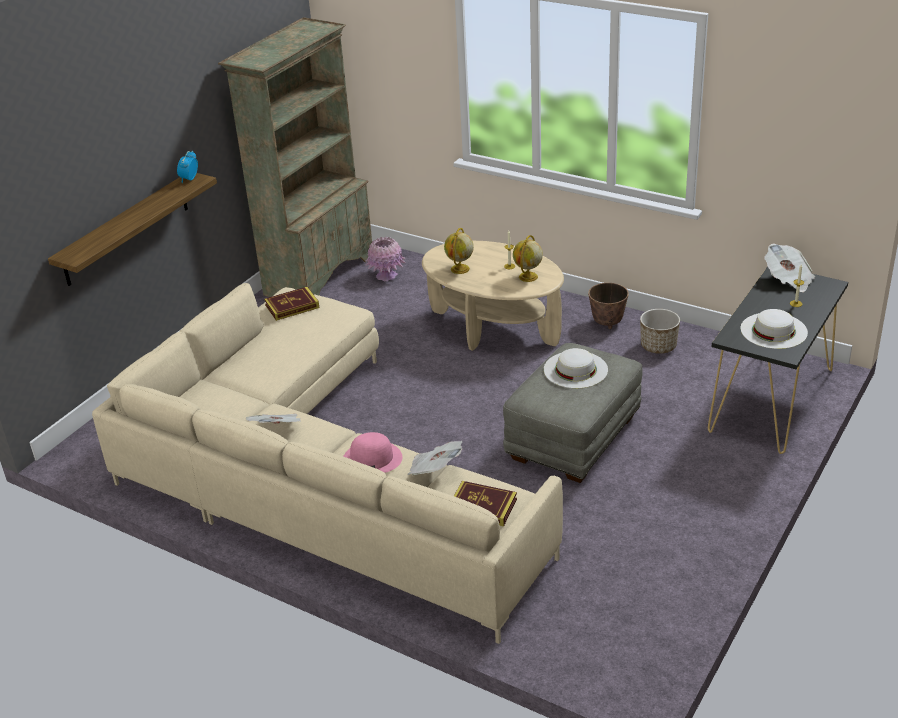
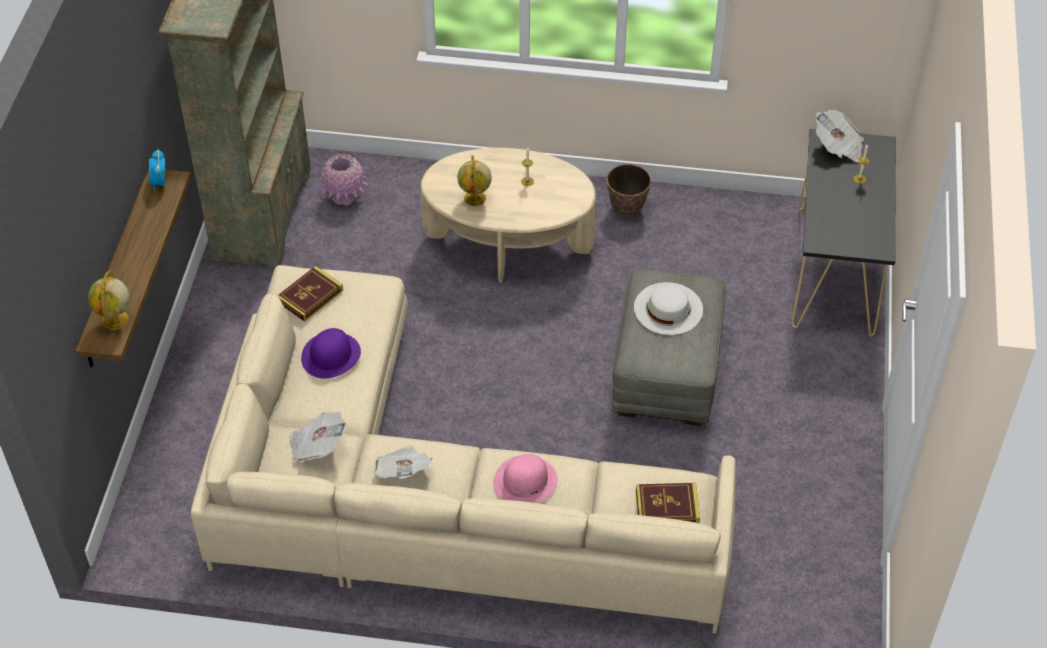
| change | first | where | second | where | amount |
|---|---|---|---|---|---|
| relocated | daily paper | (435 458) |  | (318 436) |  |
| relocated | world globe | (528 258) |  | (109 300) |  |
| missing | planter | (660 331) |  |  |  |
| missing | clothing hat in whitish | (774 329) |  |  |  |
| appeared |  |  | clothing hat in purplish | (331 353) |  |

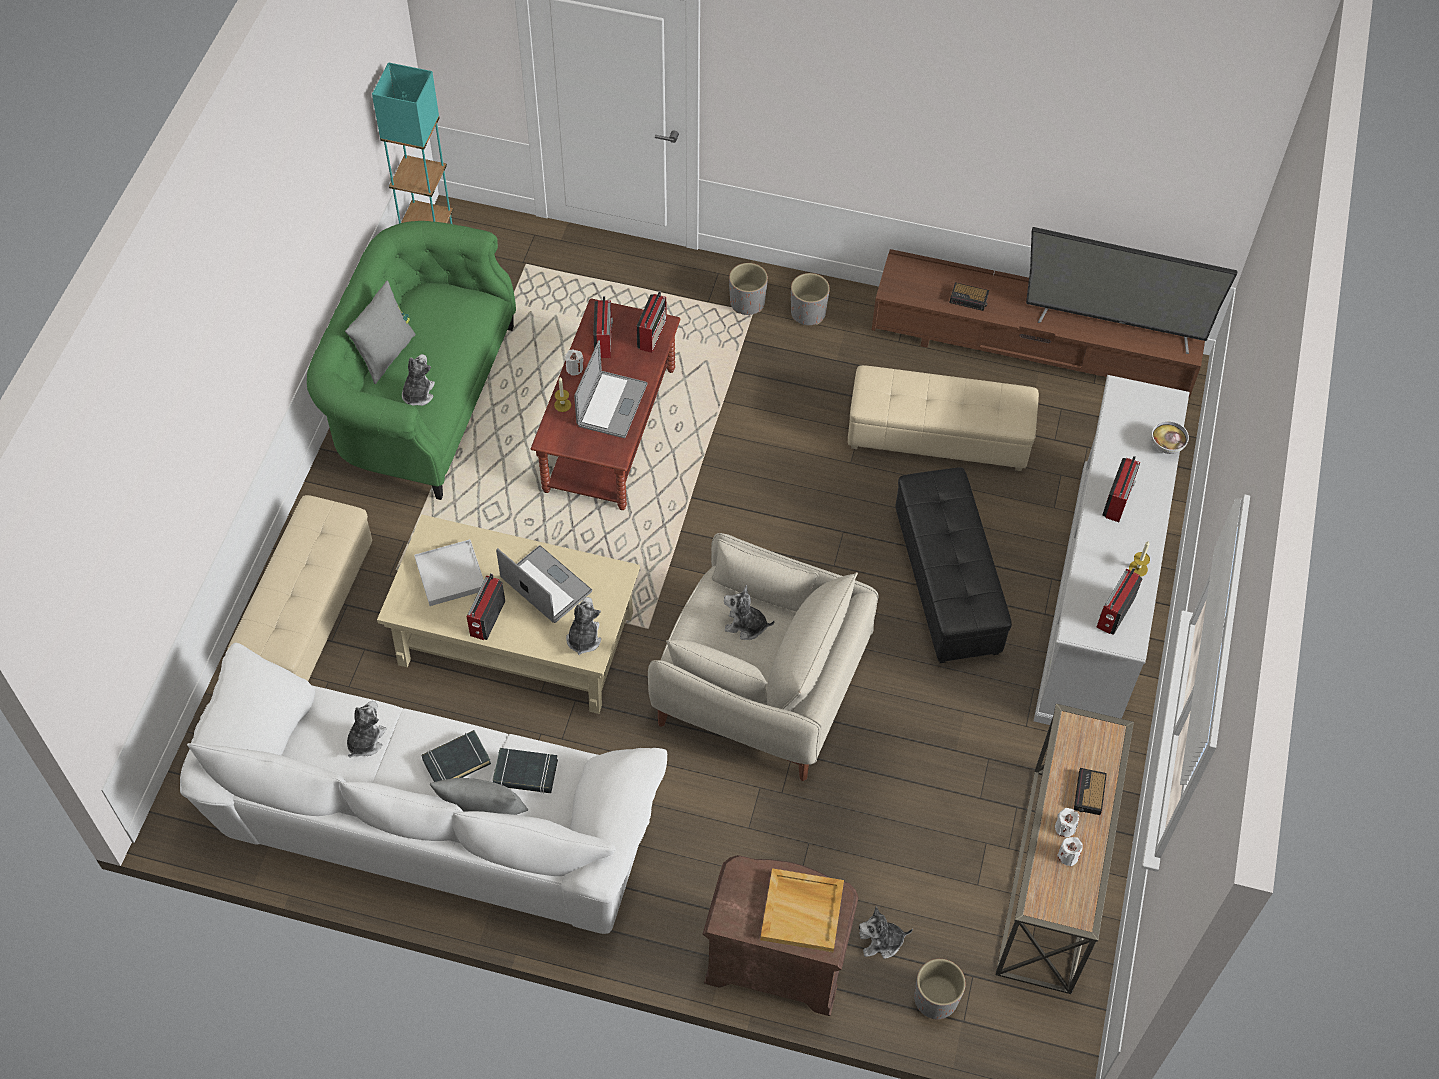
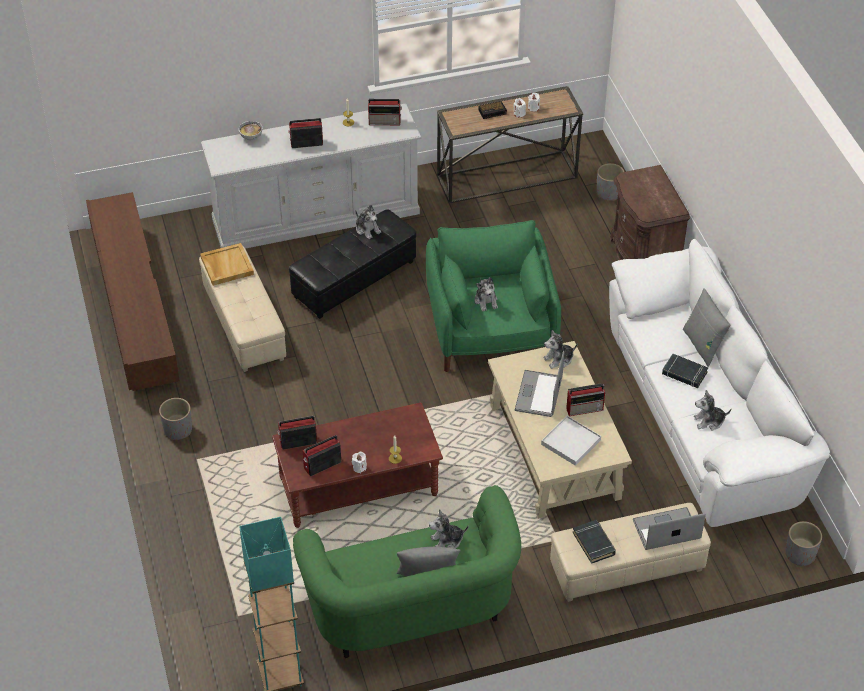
| change | first | where | second | where | amount |
|---|---|---|---|---|---|
| relocated | bound book in black-coloured | (525 771) |  | (594 542) |  |
| relocated | notebook computer | (611 389) |  | (669 528) |  |
| colour | armchair in sand-coloured | (763 657) | armchair in green | (493 296) |  |
| relocated | planter in grey | (748 289) |  | (803 544) |  |
| relocated | carrying tray in sand-coloured | (802 910) |  | (227 264) |  |
| relocated | cuddly toy | (886 932) |  | (368 222) |  |
| missing | alarm clock | (969 296) |  |  |  |
| missing | TV set | (1131 290) |  |  |  |

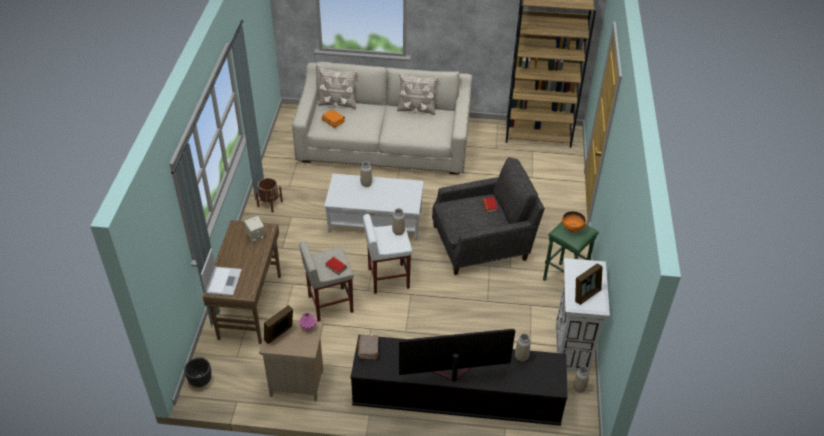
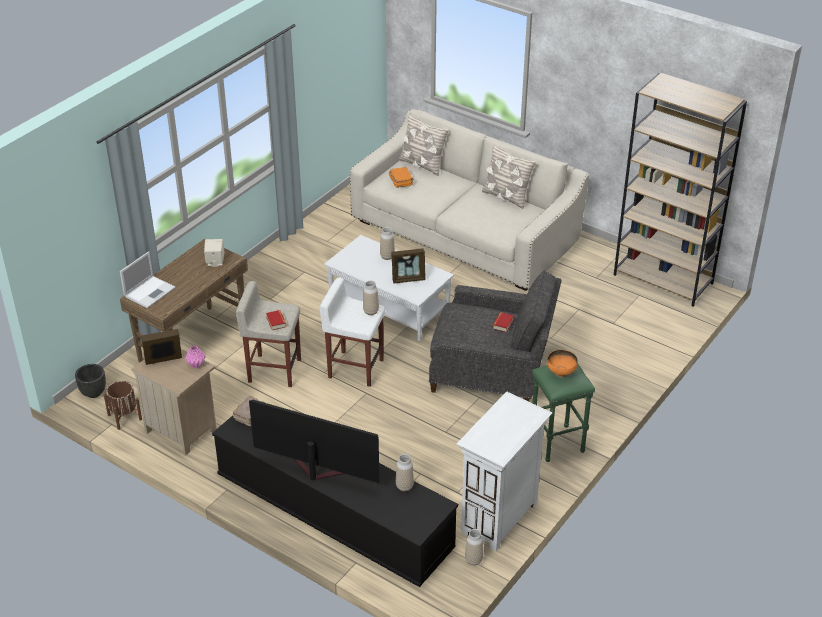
| change | first | where | second | where | amount |
|---|---|---|---|---|---|
| relocated | planter in brown-coloured | (269 195) |  | (123 405) |  |
| relocated | picture frame | (589 284) |  | (408 266) |  |

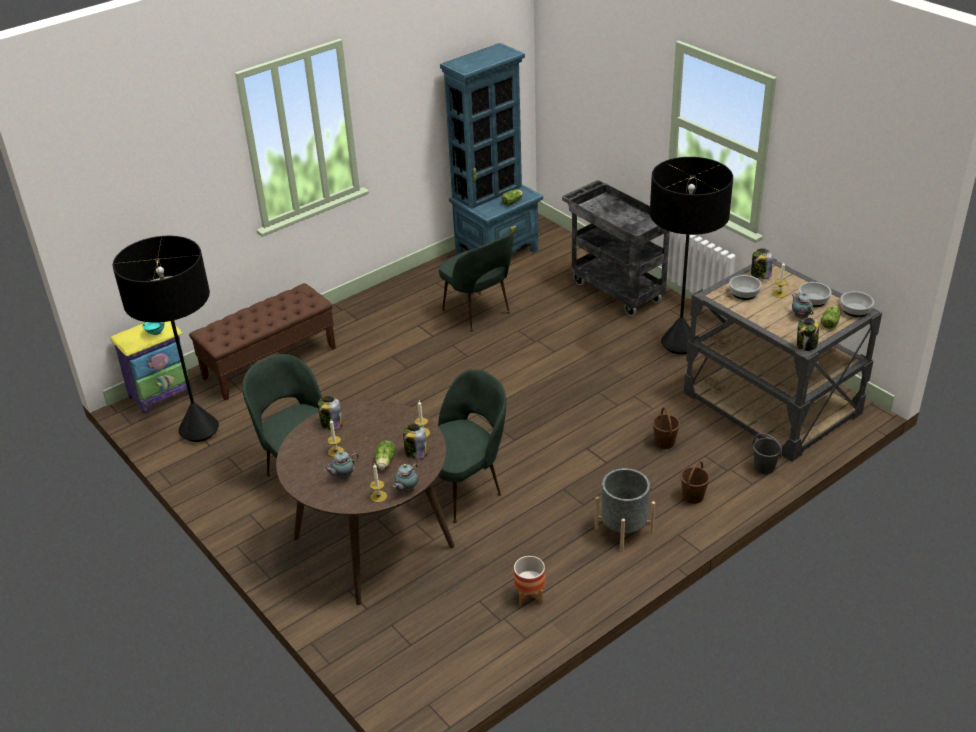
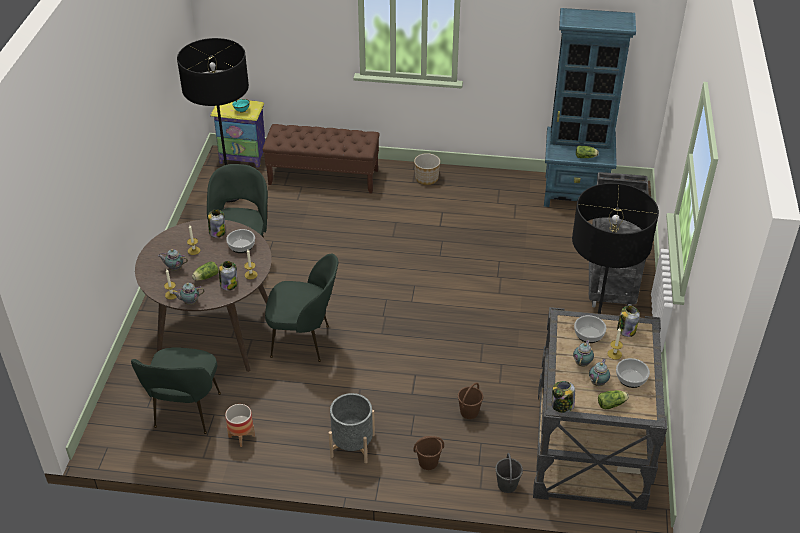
| change | first | where | second | where | amount |
|---|---|---|---|---|---|
| relocated | plain chair in green | (476 282) |  | (176 391) |  |
| relocated | serving bowl | (857 304) |  | (240 241) |  |
| appeared |  |  | planter | (427 169) |  |
| appeared |  |  | tea pot | (583 353) |  |

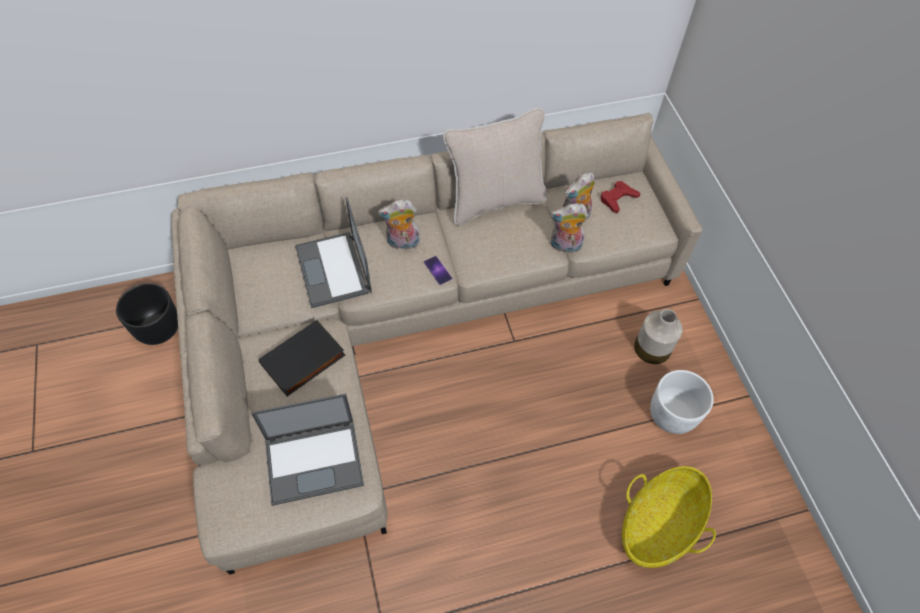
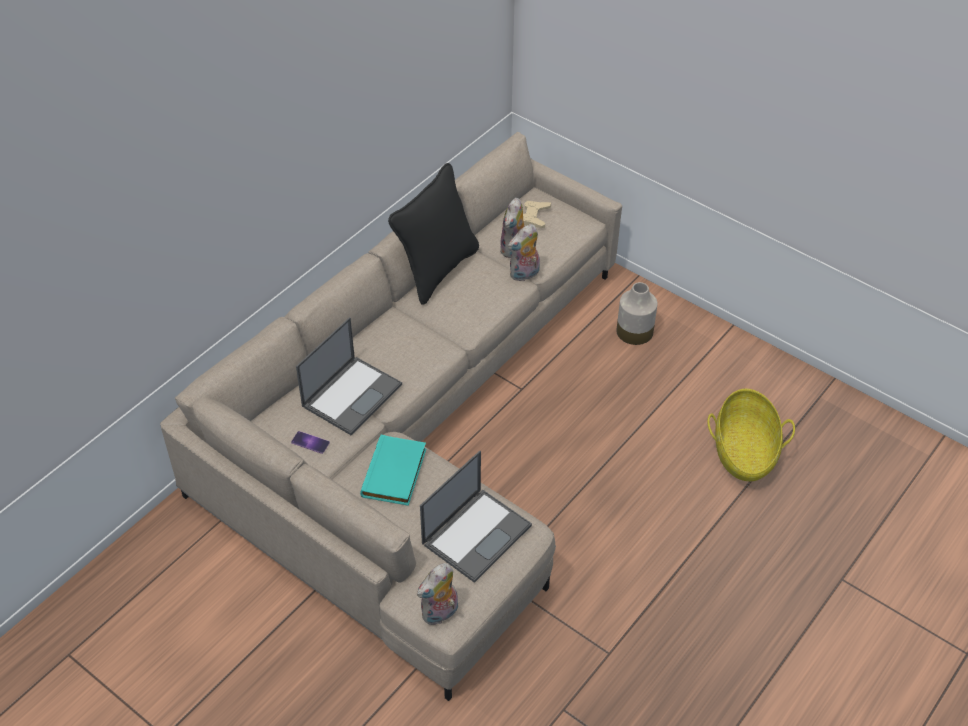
| change | first | where | second | where | amount |
|---|---|---|---|---|---|
| missing | planter in black-coloured | (147 314) |  |  |  |
| colour | bound book in black-coloured | (301 358) | bound book in turquoise-coloured | (393 470) |  |
| spun | notebook computer | (333 252) |  | (349 376) | 90 degrees counterclockwise |
| relocated | cuddly toy | (399 224) |  | (437 594) |  |
| relocated | phone | (438 270) |  | (310 442) |  |
| colour | throw pillow in sand-coloured | (495 166) | throw pillow in black-coloured | (433 234) |  |
| colour | gamepad in reddish | (620 197) | gamepad in sand-coloured | (537 214) |  |
| missing | planter in whitish | (682 402) |  |  |  |

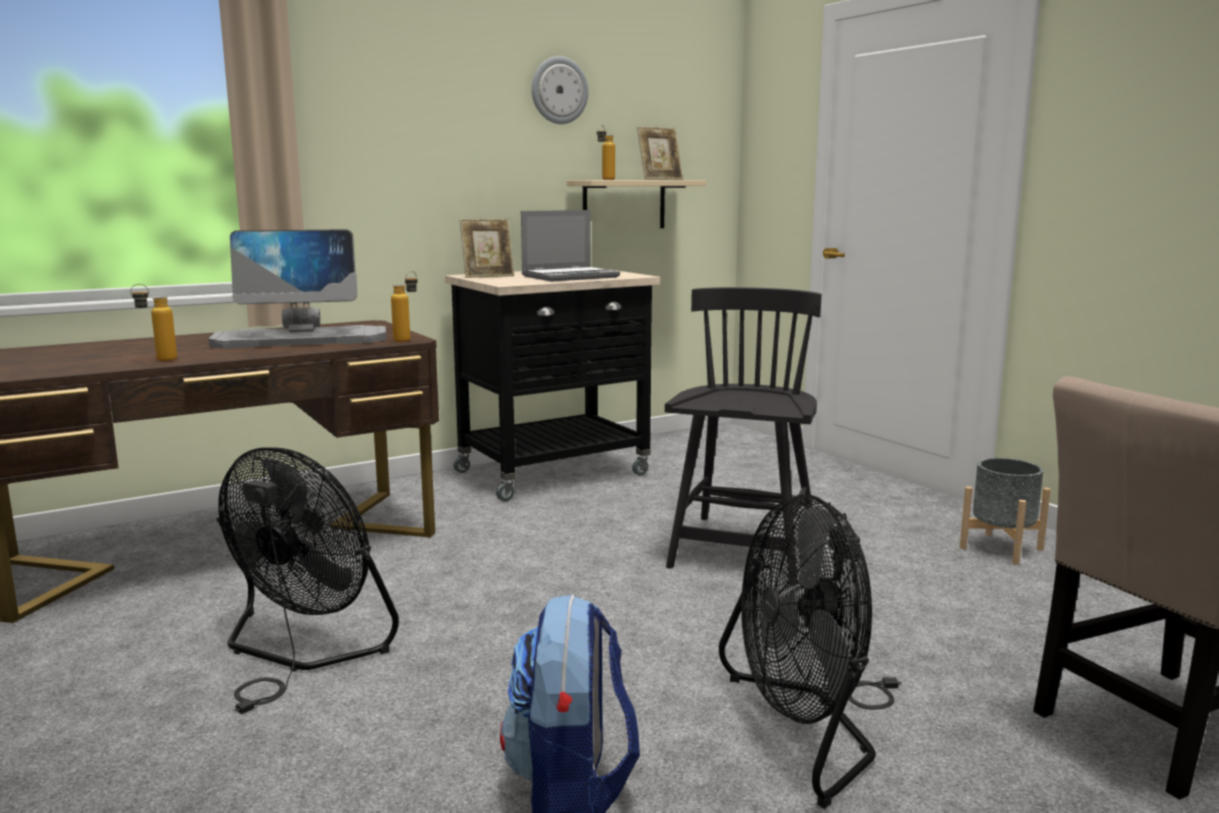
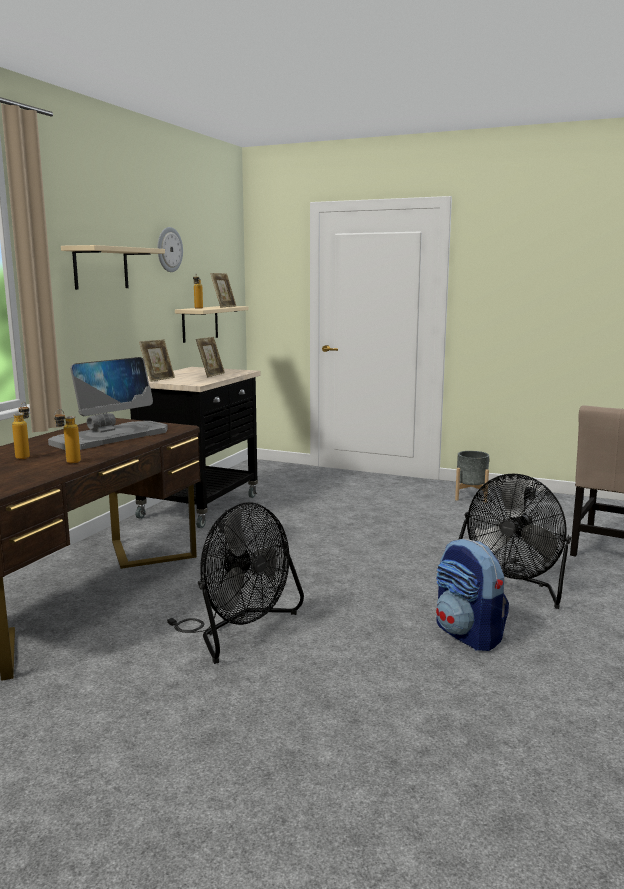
| change | first | where | second | where | amount |
|---|---|---|---|---|---|
| spun | electric fan in black-coloured | (307 580) |  | (235 583) | 135 degrees clockwise |
| relocated | bottle | (404 306) |  | (21 430) |  |
| exchanged | notebook computer | (570 246) | picture frame | (210 357) |  |
| missing | plain chair in black-coloured | (743 436) |  |  |  |
| appeared |  |  | wall shelf in sand-coloured | (113 267) |  |

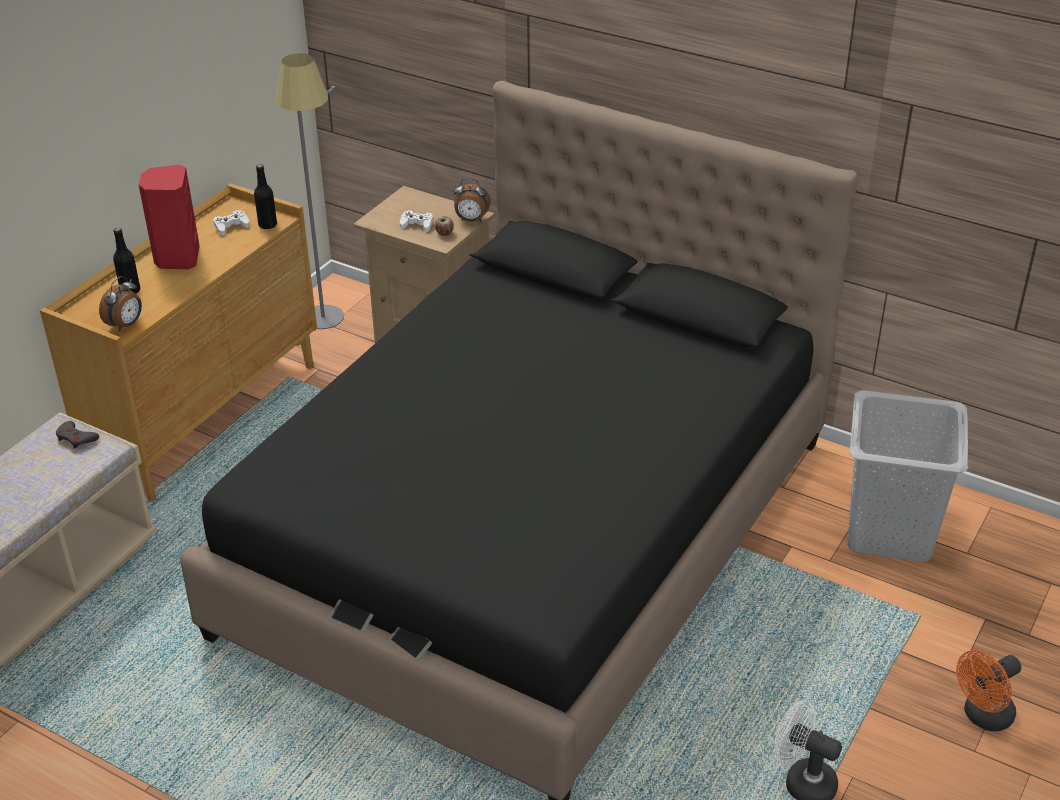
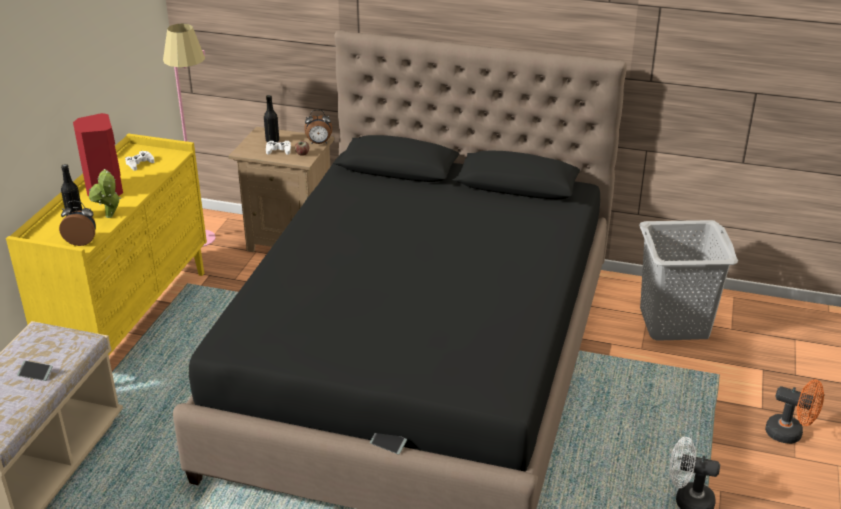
| change | first | where | second | where | amount |
|---|---|---|---|---|---|
| colour | drawer chest in brown-coloured | (178 342) | drawer chest in yellowish | (106 244) |  |
| missing | gamepad in grey | (77 435) |  |  |  |
| spun | alarm clock | (120 303) |  | (77 223) | 105 degrees counterclockwise |
| relocated | bottle in black-coloured | (265 196) |  | (271 118) |  |
| colour | floor lamp in grey | (310 191) | floor lamp in pink | (189 135) |  |
| relocated | phone | (352 615) |  | (35 371) |  |
| spun | electric fan in orangey | (988 690) |  | (794 411) | 105 degrees counterclockwise |
| appeared |  |  | houseplant | (104 193) |  |

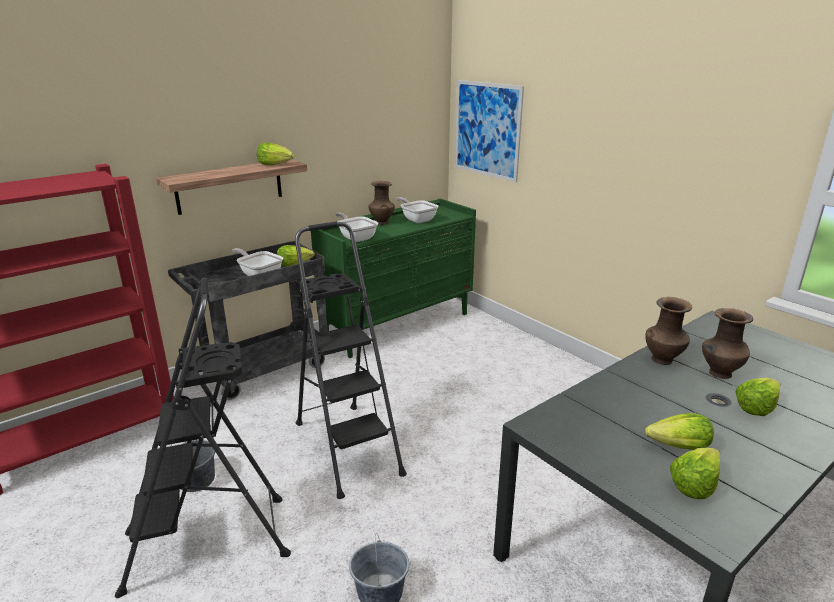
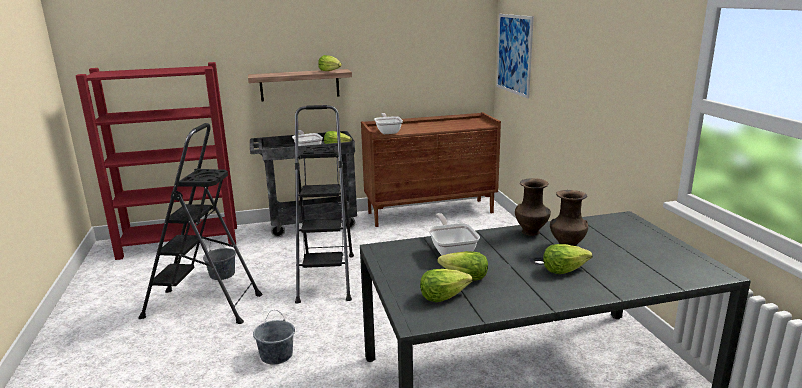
| change | first | where | second | where | amount |
|---|---|---|---|---|---|
| colour | cabinet in green | (393 278) | cabinet in brown-coloured | (431 169) |  |
| missing | vase in brown-coloured | (382 203) |  |  |  |
| relocated | skillet | (417 210) |  | (454 234) |  |

